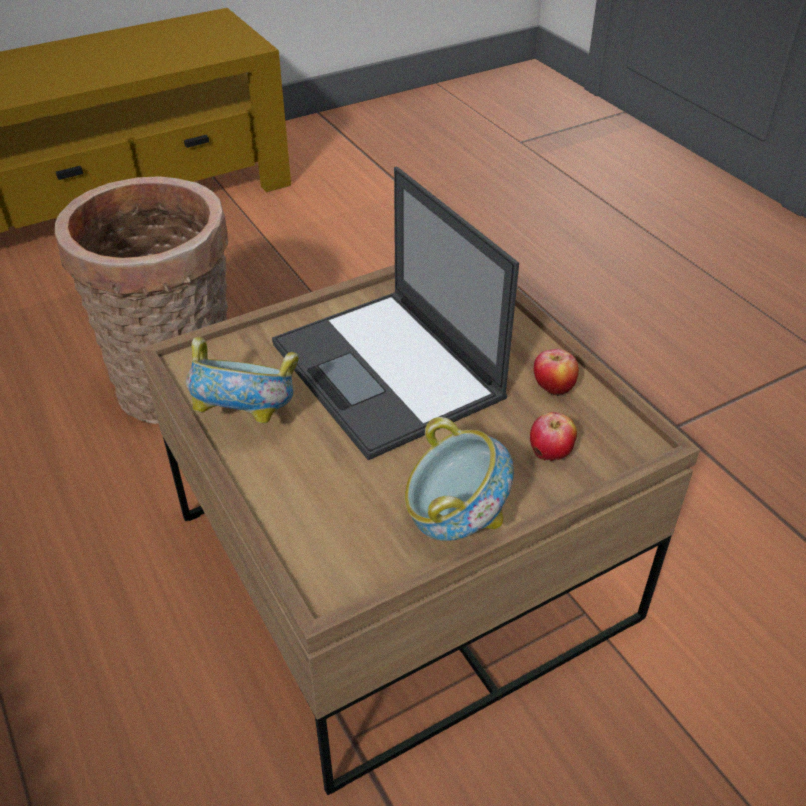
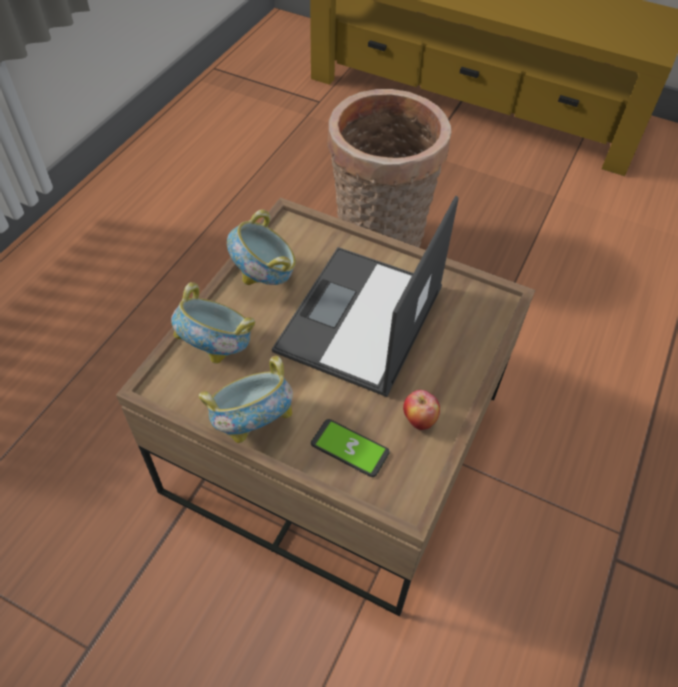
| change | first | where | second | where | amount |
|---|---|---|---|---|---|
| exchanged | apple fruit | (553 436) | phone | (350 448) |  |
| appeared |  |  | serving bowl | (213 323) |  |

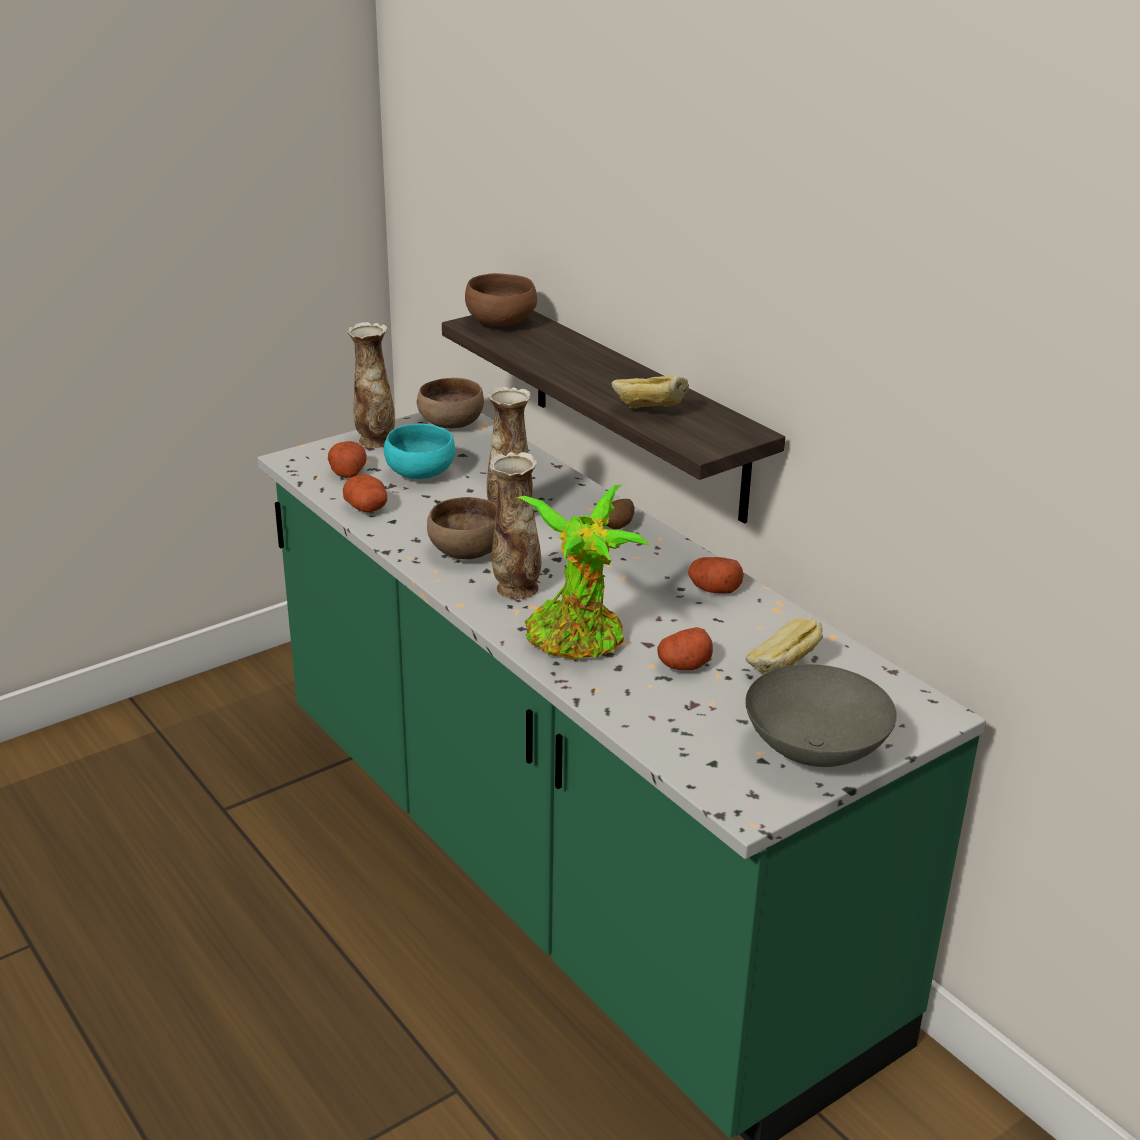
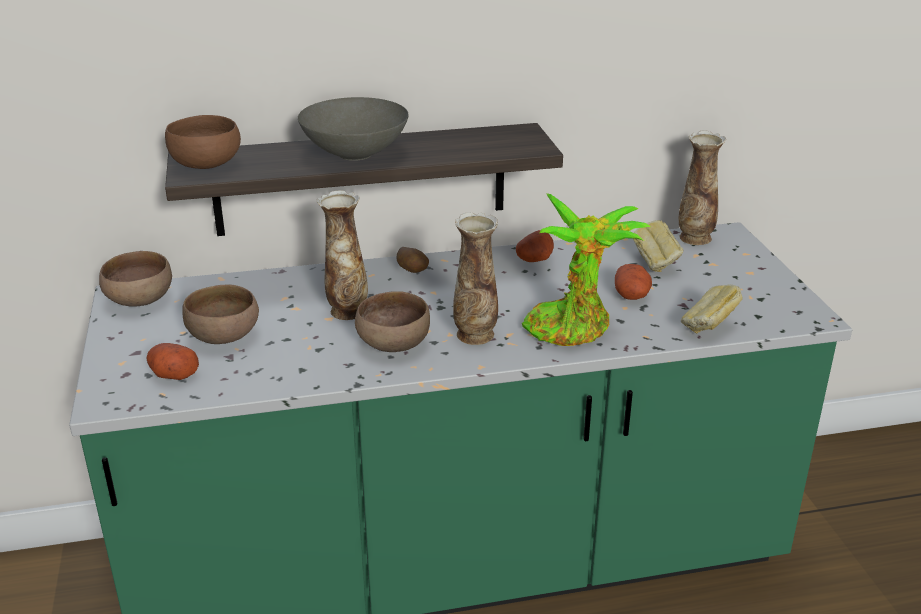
| change | first | where | second | where | amount |
|---|---|---|---|---|---|
| missing | spud | (365 493) |  |  |  |
| relocated | vase | (370 385) |  | (702 188) |  |
| colour | serving bowl in turquoise-coloured | (419 451) | serving bowl in brown-coloured | (220 314) |  |
| relocated | bakery bread | (650 392) |  | (711 309) |  |
| relocated | serving bowl in grey | (821 715) |  | (353 129) |  |

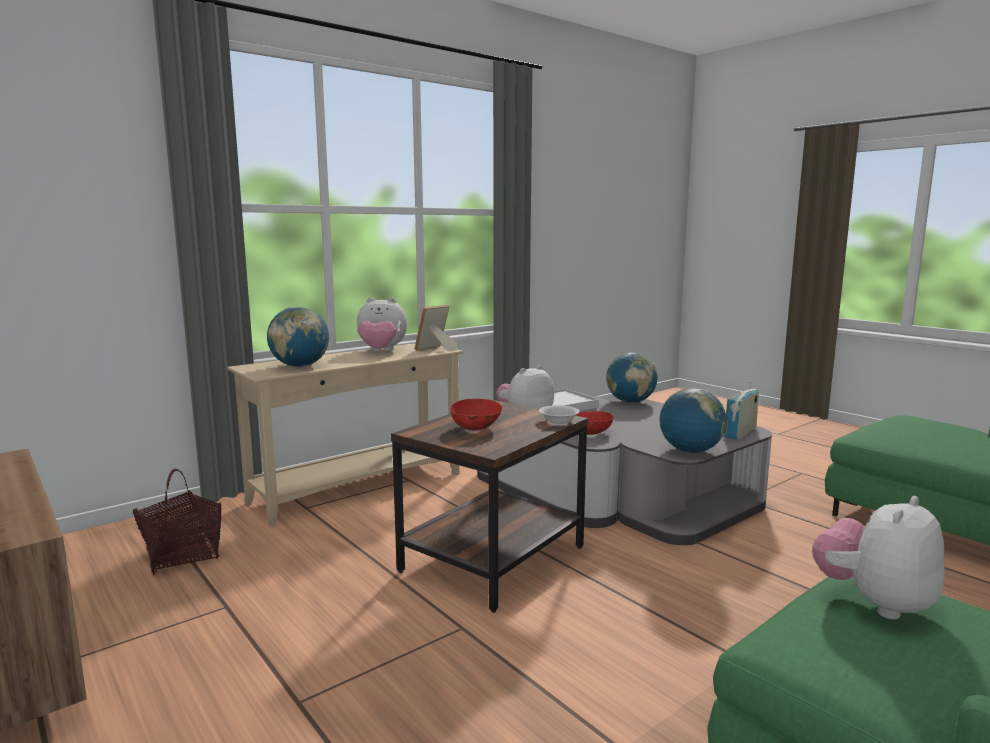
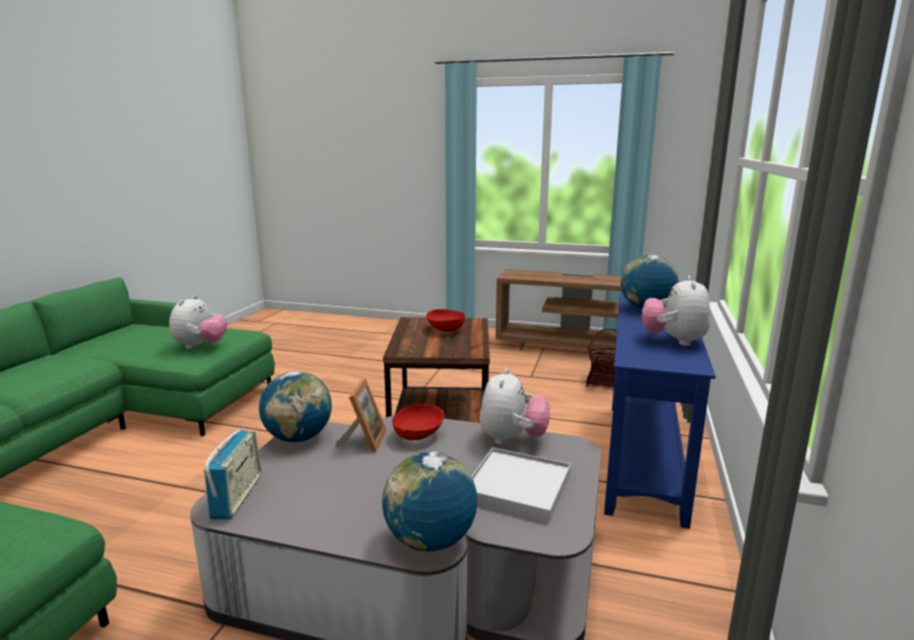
| change | first | where | second | where | amount |
|---|---|---|---|---|---|
| colour | narrow table in sand-coloured | (345 435) | narrow table in bluish | (660 412) |  |
| spun | cuddly toy | (382 324) |  | (675 311) | 45 degrees counterclockwise |
| relocated | picture frame | (436 328) |  | (361 415) |  |
| missing | serving bowl in whitish | (559 414) |  |  |  |

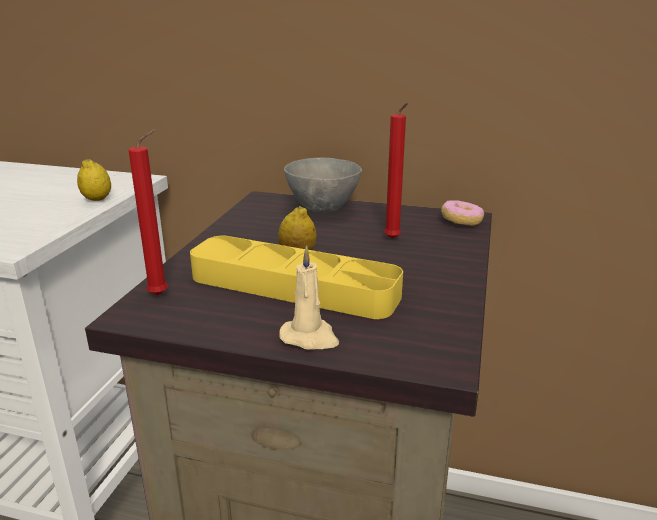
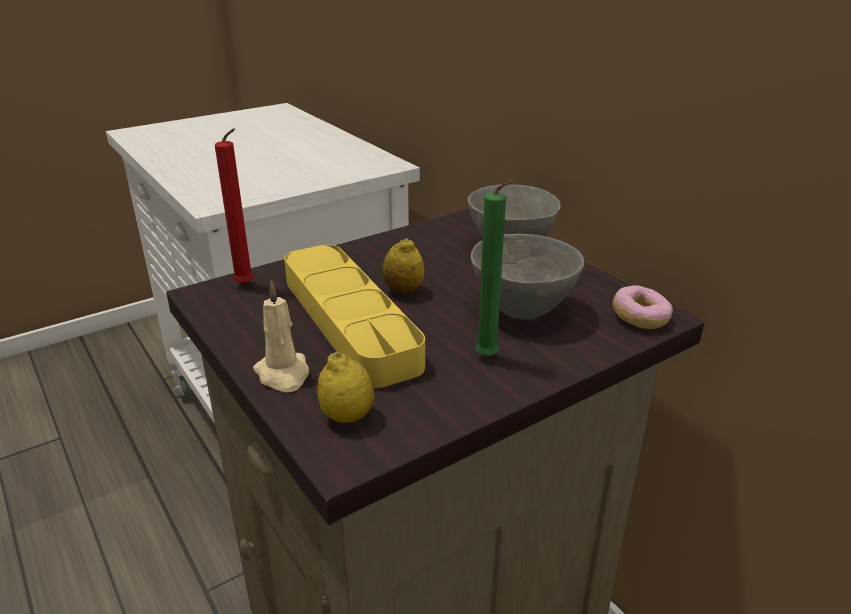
| change | first | where | second | where | amount |
|---|---|---|---|---|---|
| relocated | whole lemon | (94 180) |  | (345 387) |  |
| exchanged | wax candle in reddish | (396 171) | serving bowl in grey | (527 277) |  |
| appeared |  |  | wax candle in green | (494 268) |  |

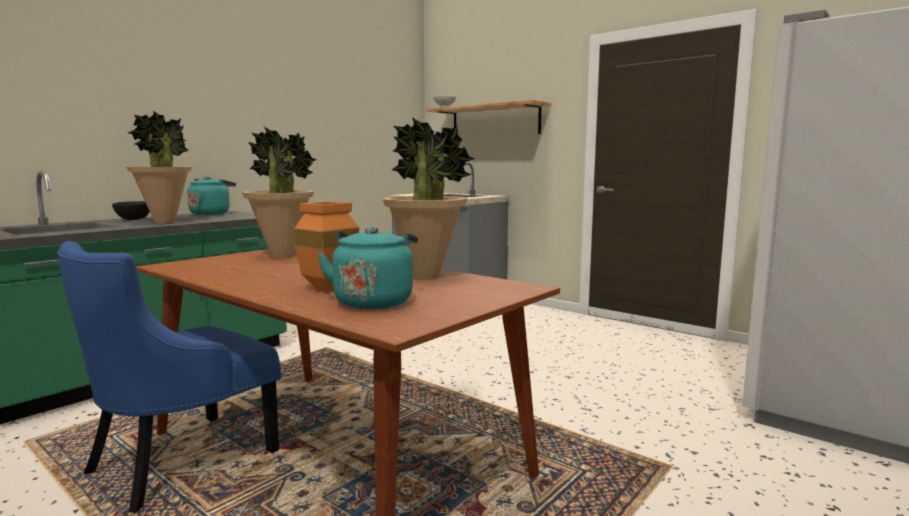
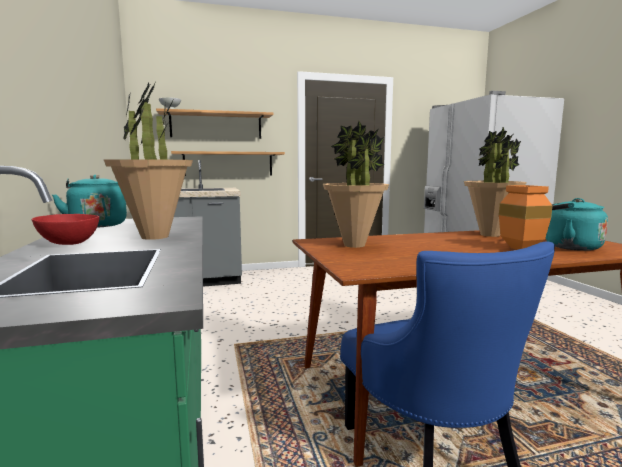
| change | first | where | second | where | amount |
|---|---|---|---|---|---|
| colour | serving bowl in black-coloured | (131 210) | serving bowl in reddish | (65 229) |  |
| appeared |  |  | wall shelf | (228 163) |  |

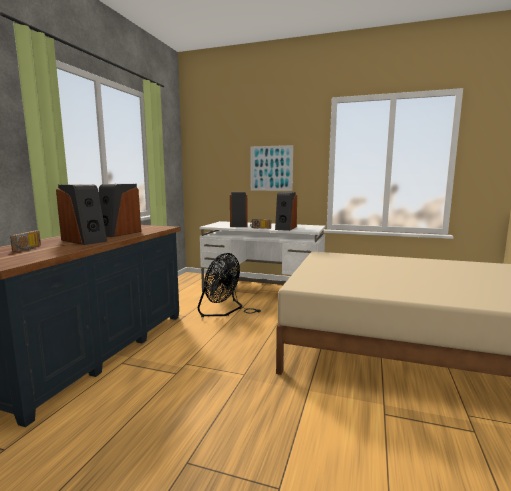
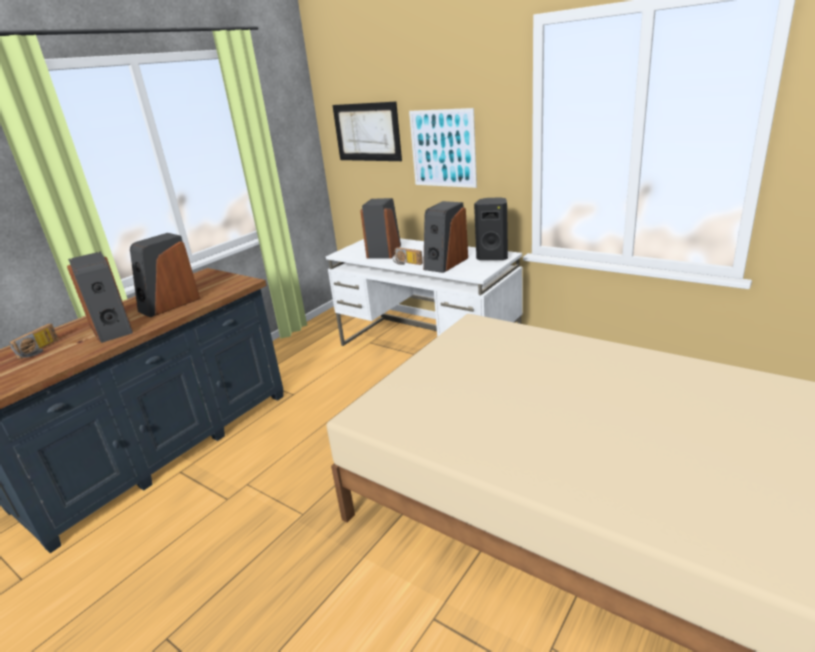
| change | first | where | second | where | amount |
|---|---|---|---|---|---|
| missing | electric fan in black-coloured | (229 285) |  |  |  |
| appeared |  |  | picture | (367 131) |  |
| appeared |  |  | loudspeaker in black-coloured | (491 228) |  |

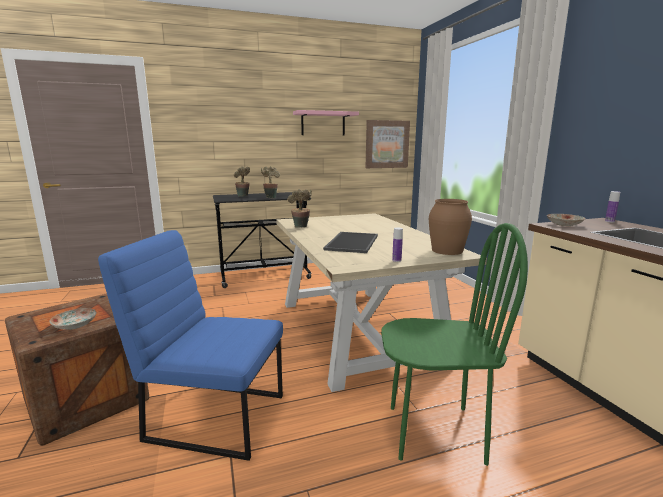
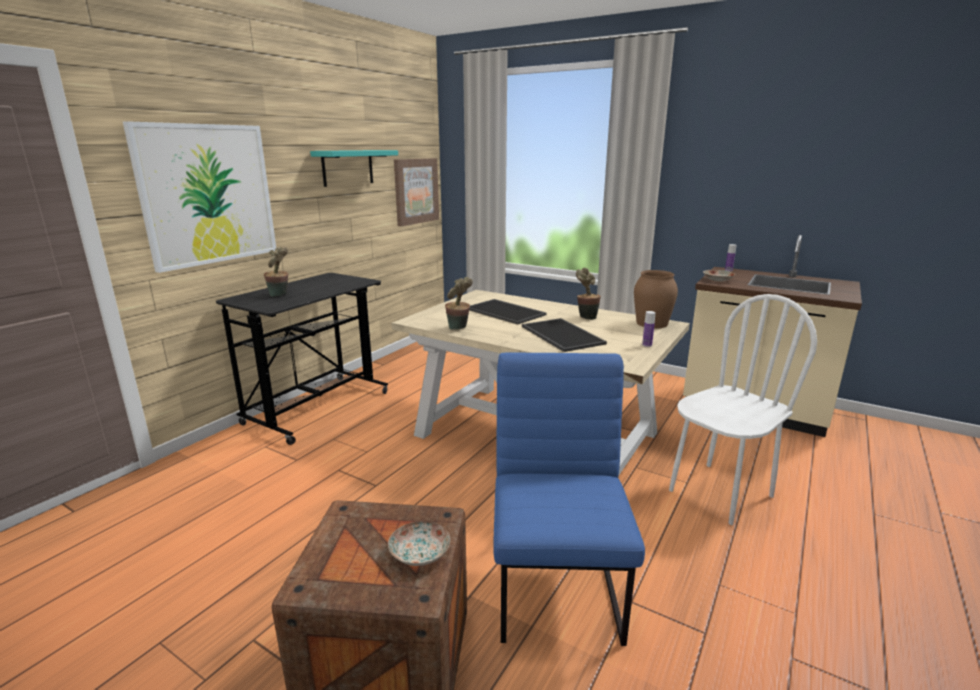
| change | first | where | second | where | amount |
|---|---|---|---|---|---|
| spun | plain chair in bluish | (190 345) |  | (569 499) | 120 degrees clockwise |
| relocated | houseplant | (270 182) |  | (588 294) |  |
| colour | wall shelf in pink | (326 123) | wall shelf in turquoise-coloured | (354 168) |  |
| colour | plain chair in green | (454 344) | plain chair in whitish | (743 409) |  |
| appeared |  |  | picture | (199 197) |  |
| appeared |  |  | carrying tray | (508 312) |  |

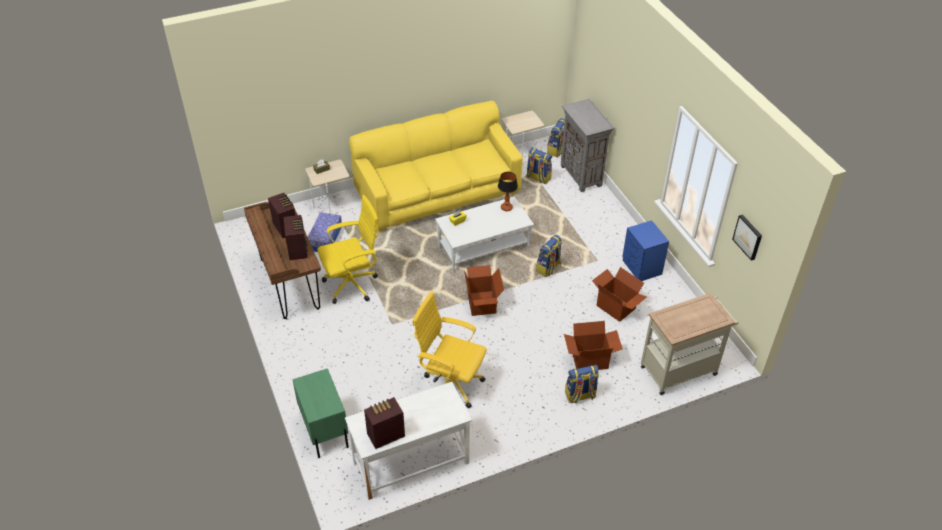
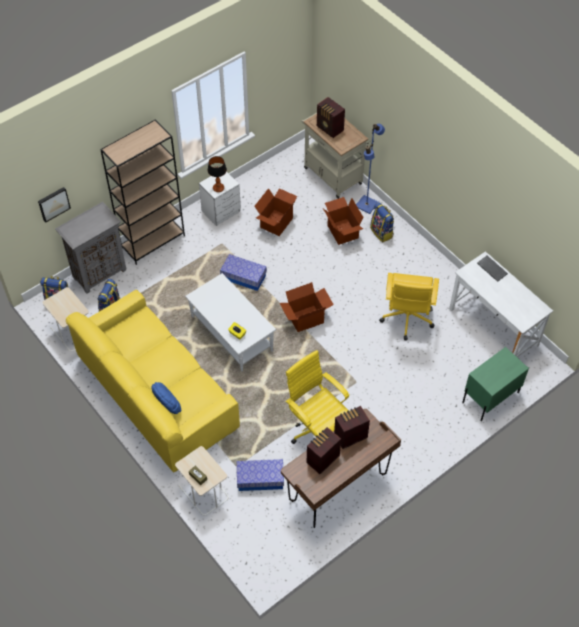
| change | first | where | second | where | amount |
|---|---|---|---|---|---|
| relocated | radio | (384 423) |  | (331 117) |  |
| relocated | table lamp | (508 191) |  | (217 174) |  |
| exchanged | backpack | (549 256) | storage box | (243 272) |  |
| colour | nightstand in bluish | (645 250) | nightstand in whitish | (220 198) |  |
| relocated | picture | (747 237) |  | (54 205) |  |
| appeared |  |  | bookshelf in sand-coloured | (142 192) |  |
| appeared |  |  | throw pillow in bluish | (166 398) |  |
| appeared |  |  | floor lamp in bluish | (370 169) |  |
| appeared |  |  | keyboard | (492 269) |  |

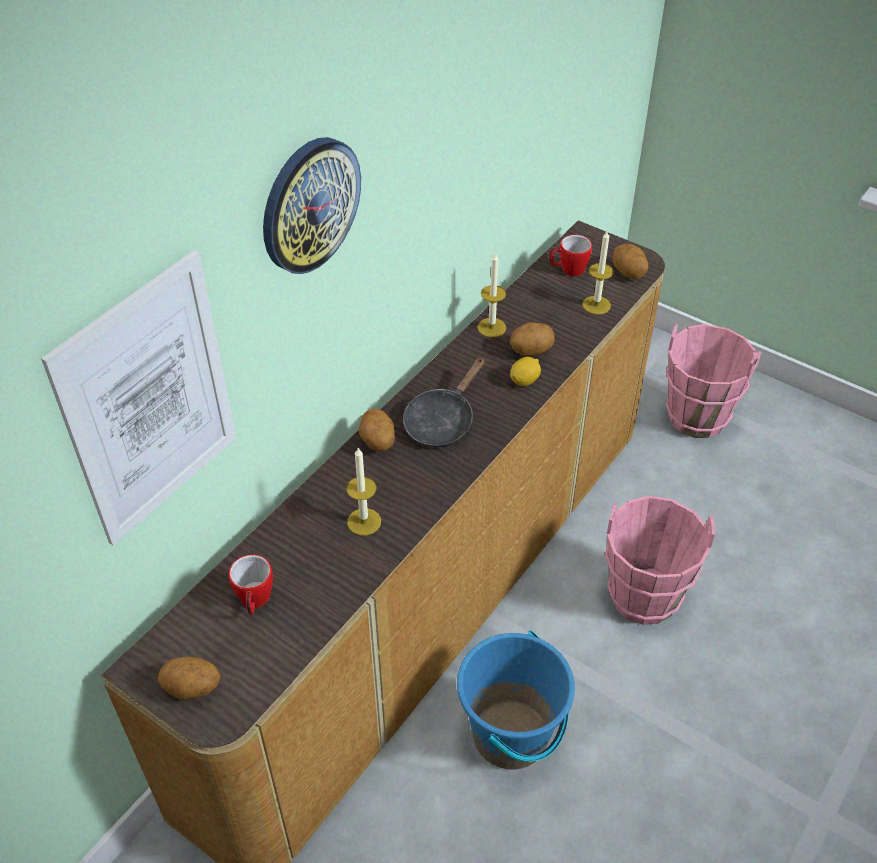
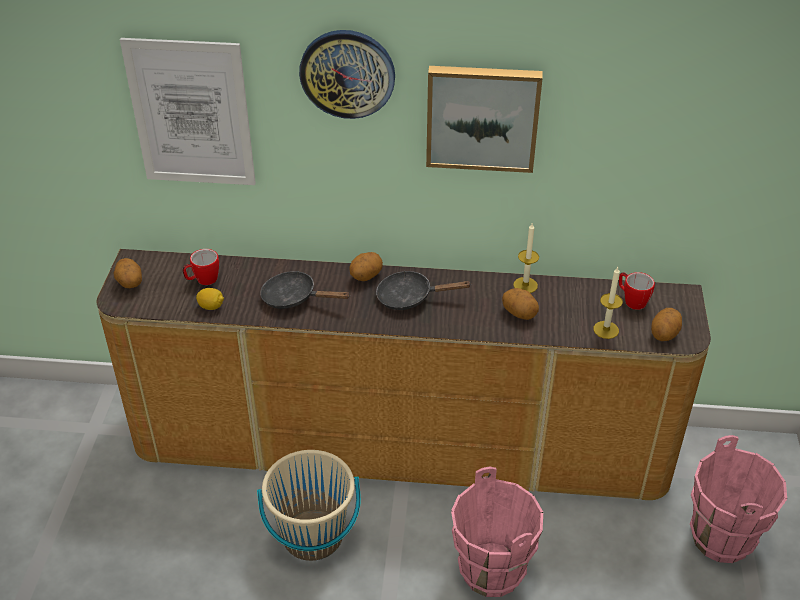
| change | first | where | second | where | amount |
|---|---|---|---|---|---|
| exchanged | wax candle | (363 491) | skillet in black-coloured | (304 290) |  |
| colour | pail in bluish | (516 700) | pail in sand-coloured | (309 505) |  |
| relocated | whole lemon | (525 371) |  | (210 299) |  |
| appeared |  |  | picture | (484 119) |  |

